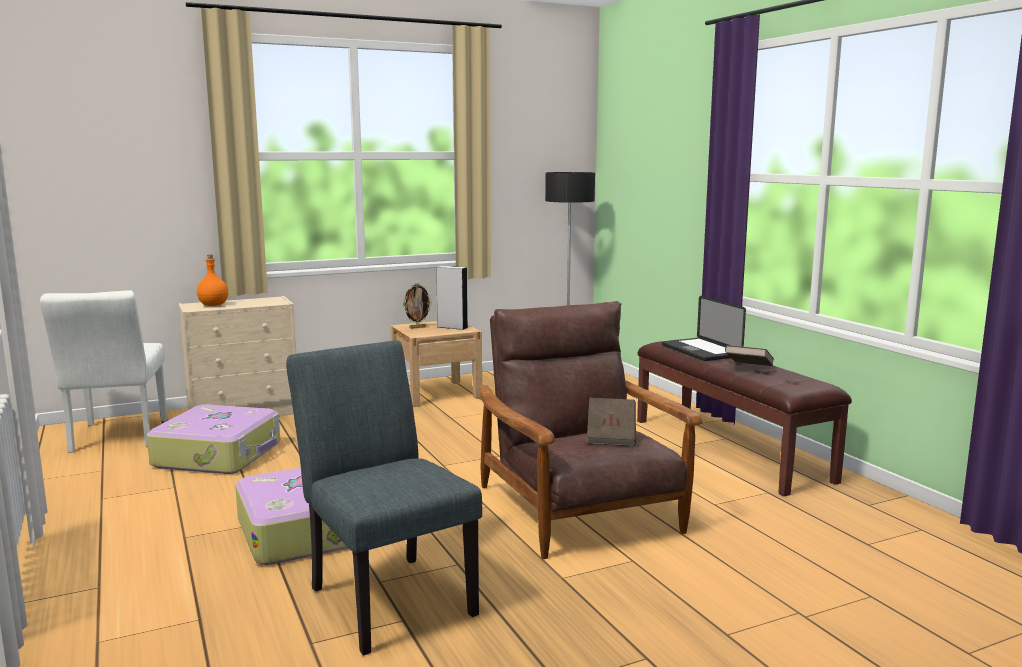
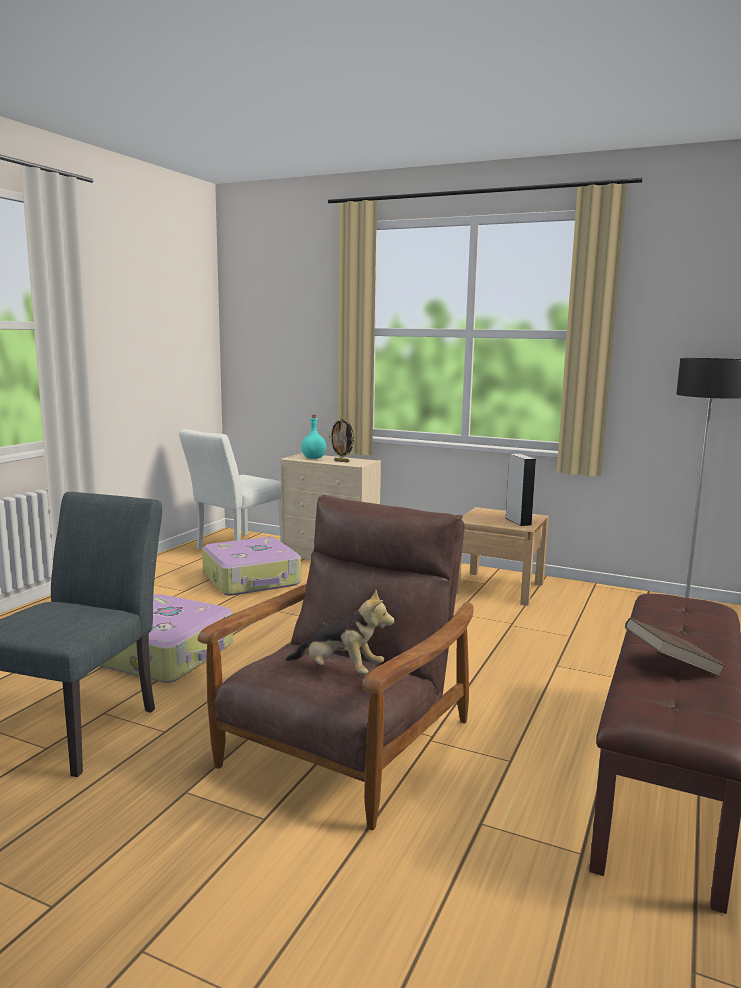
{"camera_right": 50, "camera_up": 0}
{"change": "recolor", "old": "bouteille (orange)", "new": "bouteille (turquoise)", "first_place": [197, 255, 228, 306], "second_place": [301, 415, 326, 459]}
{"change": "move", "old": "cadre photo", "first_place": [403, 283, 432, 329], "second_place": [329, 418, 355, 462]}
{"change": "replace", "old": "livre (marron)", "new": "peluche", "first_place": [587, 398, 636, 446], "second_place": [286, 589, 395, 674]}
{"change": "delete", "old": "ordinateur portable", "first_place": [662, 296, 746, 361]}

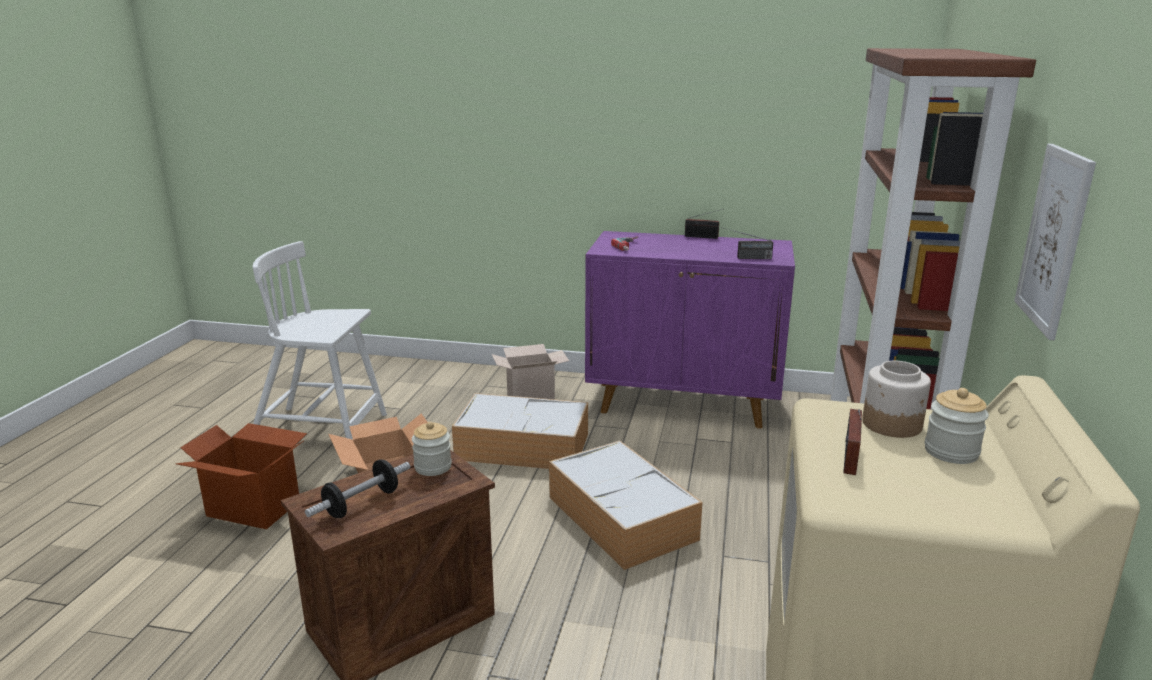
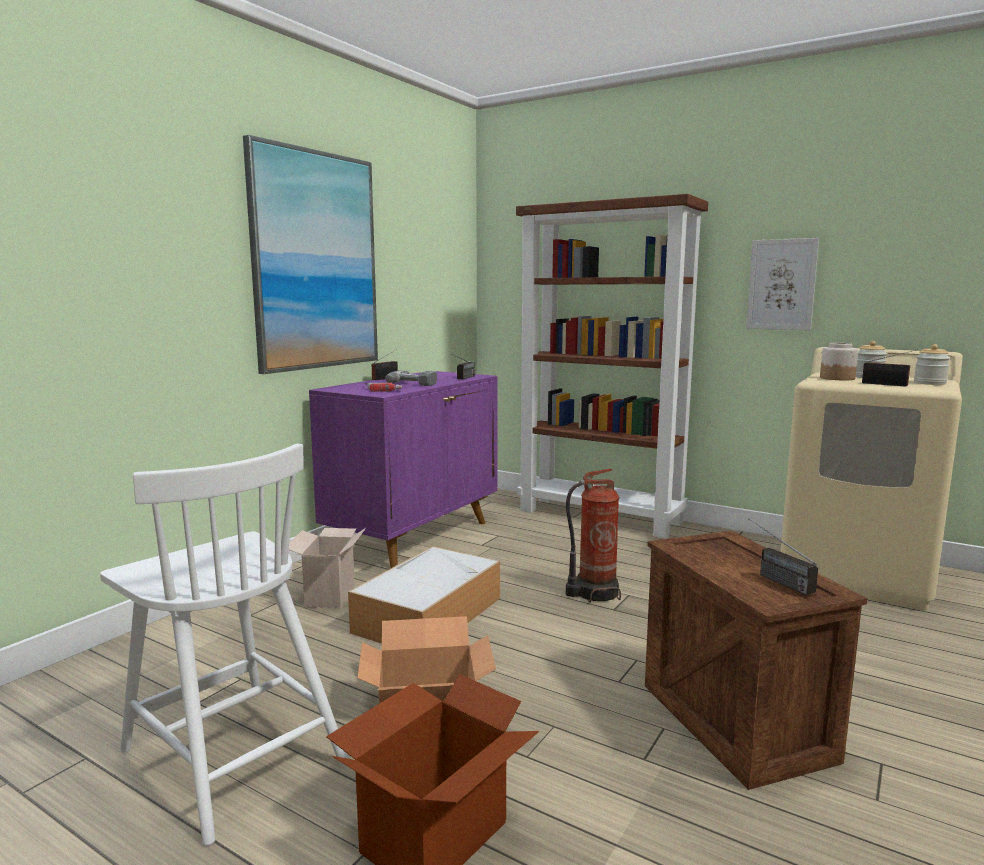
{"camera_right": -70, "camera_up": -10}
{"change": "rotate", "old": "chaise (blanc)", "first_place": [253, 241, 387, 440], "second_place": [100, 443, 349, 846], "degrees": -75}
{"change": "replace", "old": "haltère", "new": "radio", "first_place": [305, 459, 410, 518], "second_place": [749, 519, 818, 595]}
{"change": "move", "old": "bocal", "first_place": [412, 422, 452, 476], "second_place": [914, 344, 950, 385]}
{"change": "replace", "old": "boîte de rangement", "new": "extincteur", "first_place": [549, 440, 703, 570], "second_place": [566, 469, 621, 602]}
{"change": "insert", "new": "tableau", "second_place": [243, 135, 378, 374]}
{"change": "insert", "new": "perceuse", "second_place": [385, 370, 437, 386]}

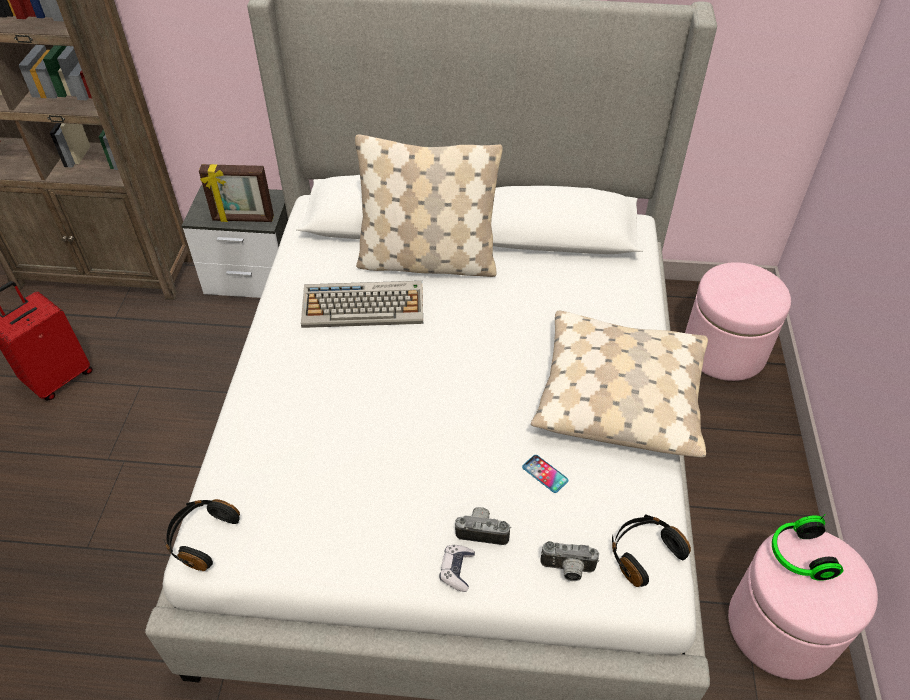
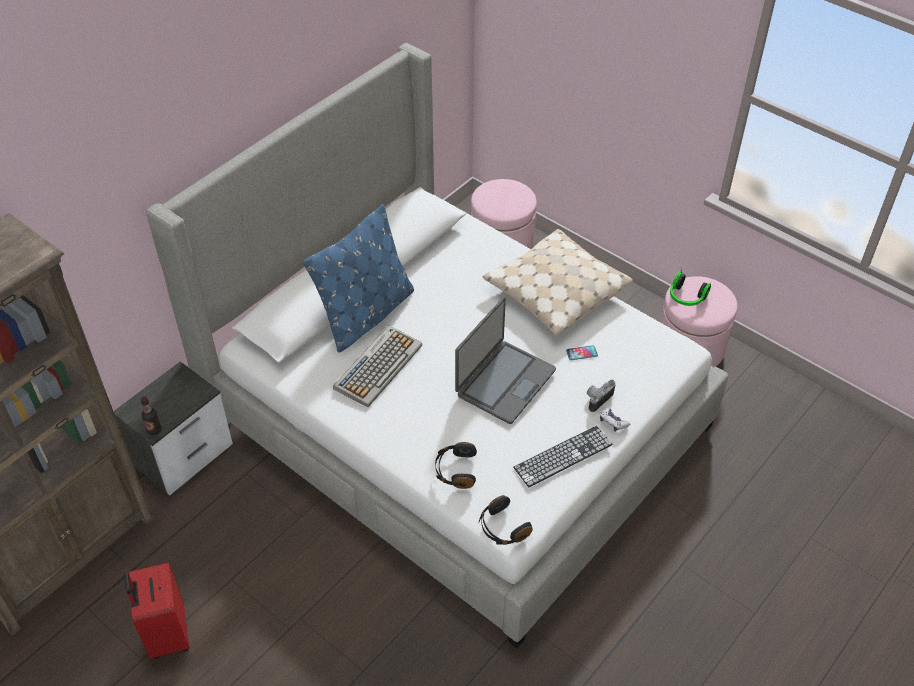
{"camera_right": -55, "camera_up": 0}
{"change": "delete", "old": "cadre photo", "first_place": [199, 164, 274, 222]}
{"change": "recolor", "old": "coussin (beige)", "new": "coussin (bleu)", "first_place": [355, 134, 503, 277], "second_place": [303, 204, 414, 352]}
{"change": "delete", "old": "appareil photo", "first_place": [540, 541, 599, 581]}
{"change": "move", "old": "casque audio (noir)", "first_place": [612, 515, 691, 587], "second_place": [435, 442, 477, 489]}
{"change": "insert", "new": "bouteille", "second_place": [141, 397, 162, 435]}
{"change": "insert", "new": "ordinateur portable", "second_place": [455, 297, 556, 424]}
{"change": "insert", "new": "clavier", "second_place": [513, 426, 613, 487]}

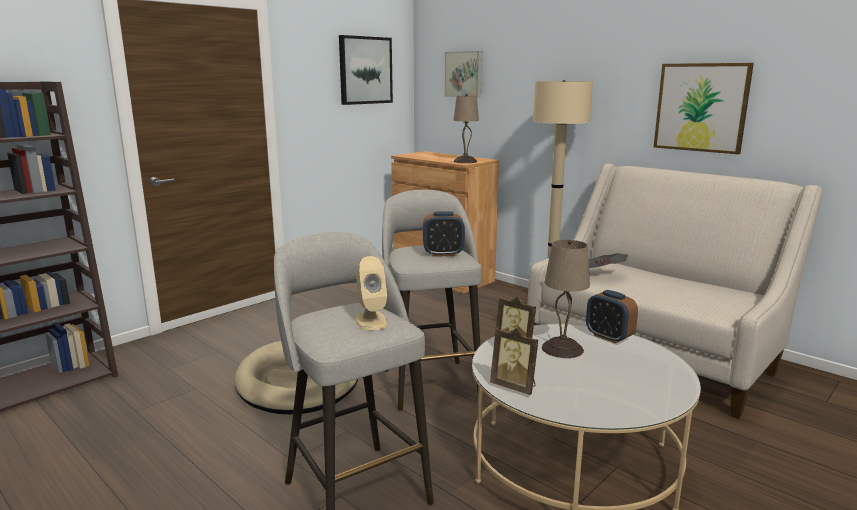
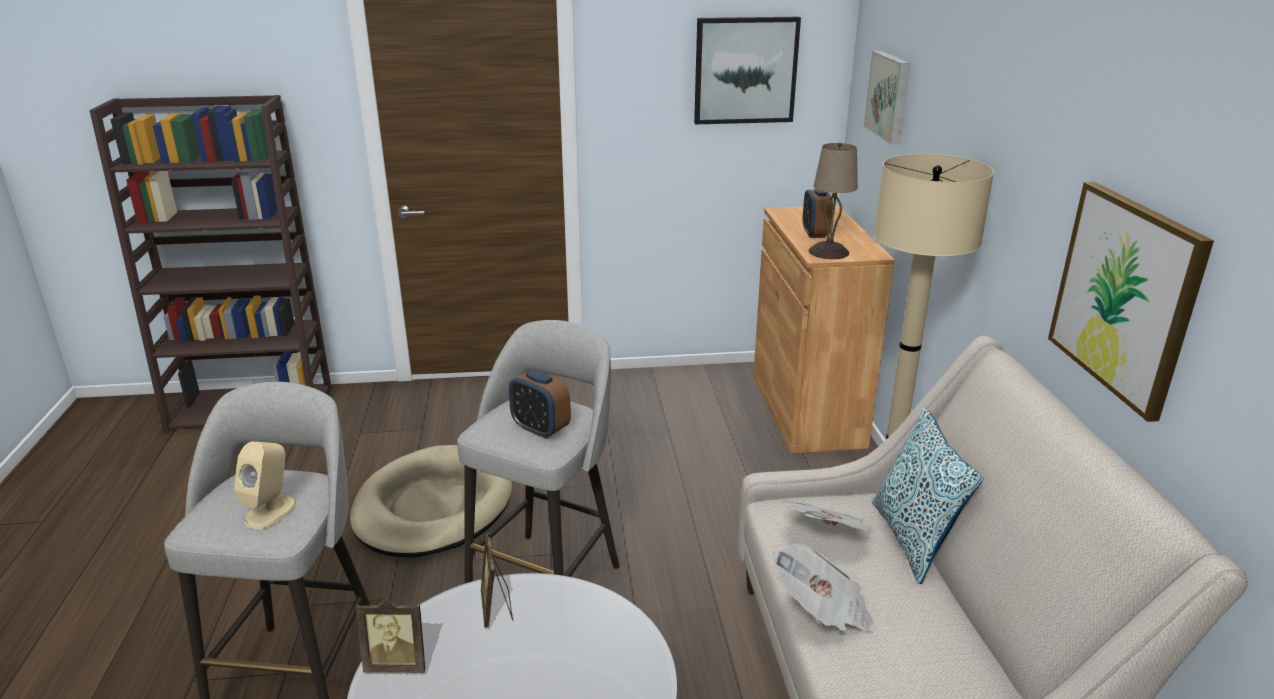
{"camera_right": 40, "camera_up": 10}
{"change": "rotate", "old": "cadre photo", "first_place": [490, 328, 538, 395], "second_place": [356, 599, 425, 673], "degrees": -75}
{"change": "delete", "old": "lampe de table (beige)", "first_place": [542, 240, 590, 358]}
{"change": "move", "old": "réveil", "first_place": [586, 290, 638, 344], "second_place": [802, 188, 833, 238]}
{"change": "insert", "new": "journal", "second_place": [773, 543, 877, 632]}
{"change": "insert", "new": "coussin", "second_place": [872, 407, 984, 584]}

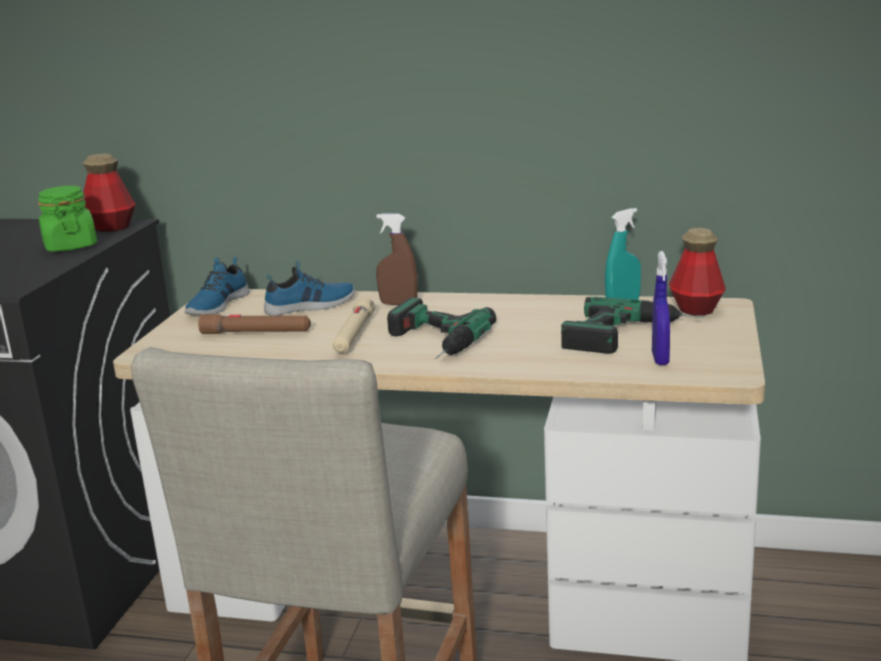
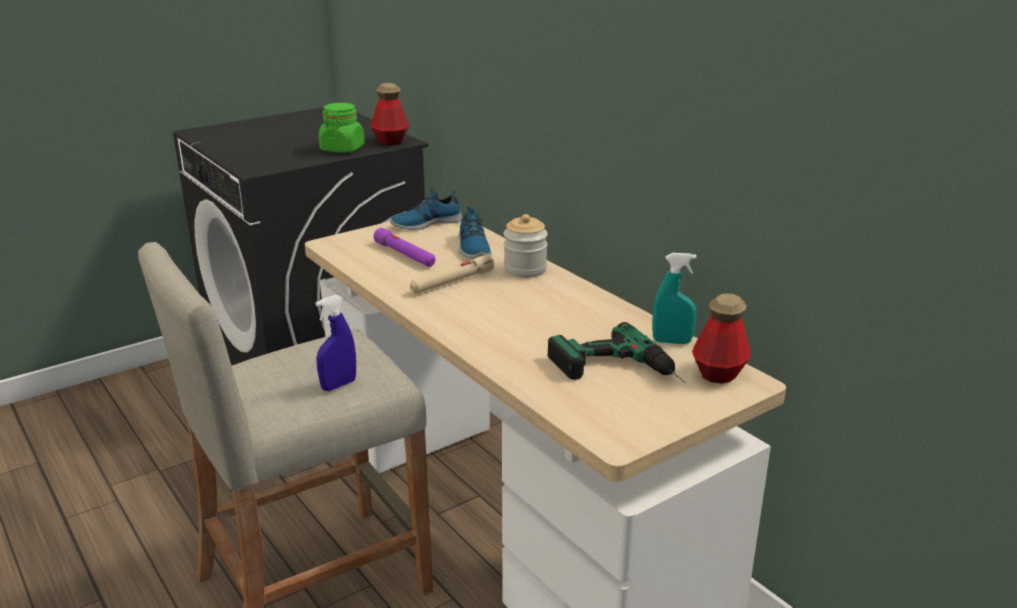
{"camera_right": 40, "camera_up": 5}
{"change": "recolor", "old": "lampe de poche (marron)", "new": "lampe de poche (violet)", "first_place": [198, 314, 311, 334], "second_place": [374, 228, 436, 267]}
{"change": "rotate", "old": "chaussure", "first_place": [264, 261, 355, 316], "second_place": [458, 205, 492, 258], "degrees": 60}
{"change": "replace", "old": "vaporisateur (marron)", "new": "bocal", "first_place": [376, 213, 418, 305], "second_place": [503, 214, 548, 278]}
{"change": "delete", "old": "perceuse", "first_place": [387, 298, 496, 360]}
{"change": "move", "old": "vaporisateur (bleu)", "first_place": [652, 251, 670, 365], "second_place": [315, 295, 356, 391]}

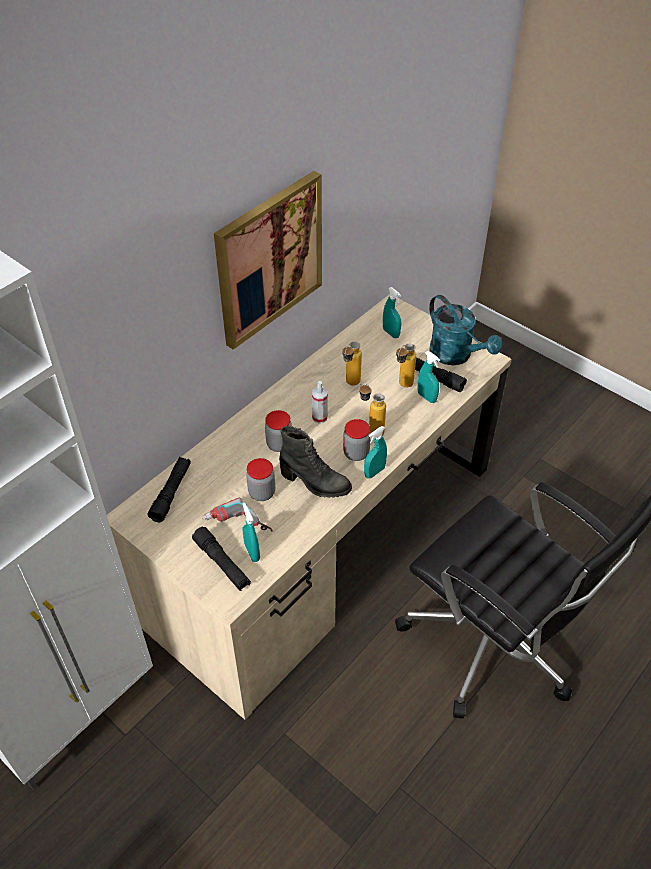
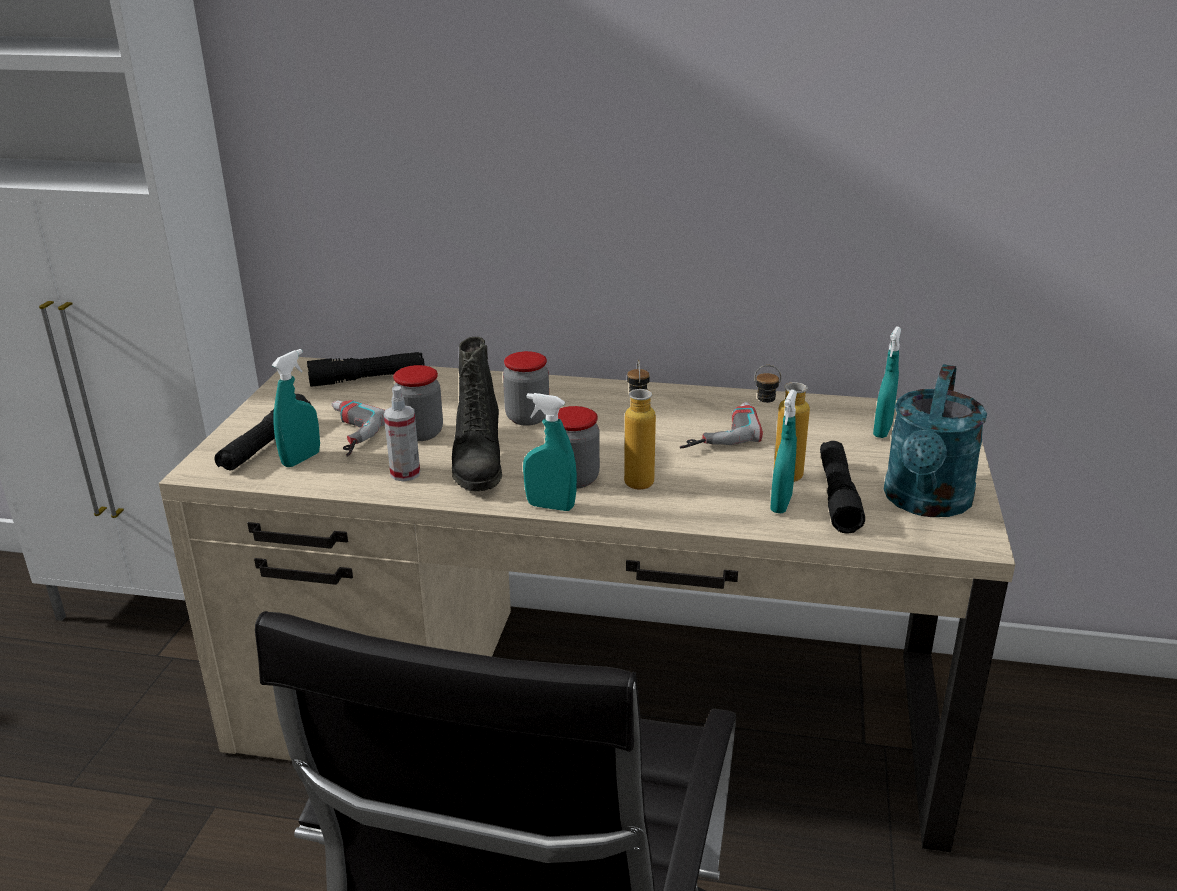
{"camera_right": 60, "camera_up": -20}
{"change": "delete", "old": "tableau", "first_place": [214, 171, 322, 350]}
{"change": "move", "old": "vaporisateur", "first_place": [312, 381, 328, 423], "second_place": [384, 386, 420, 482]}
{"change": "replace", "old": "bouteille", "new": "perceuse", "first_place": [342, 341, 362, 386], "second_place": [680, 402, 763, 448]}

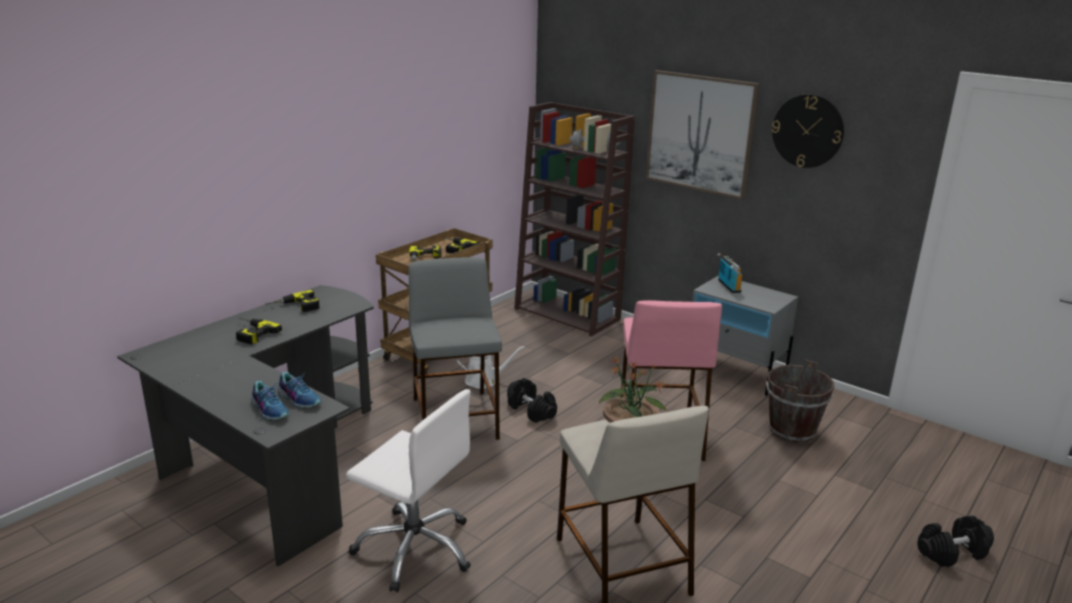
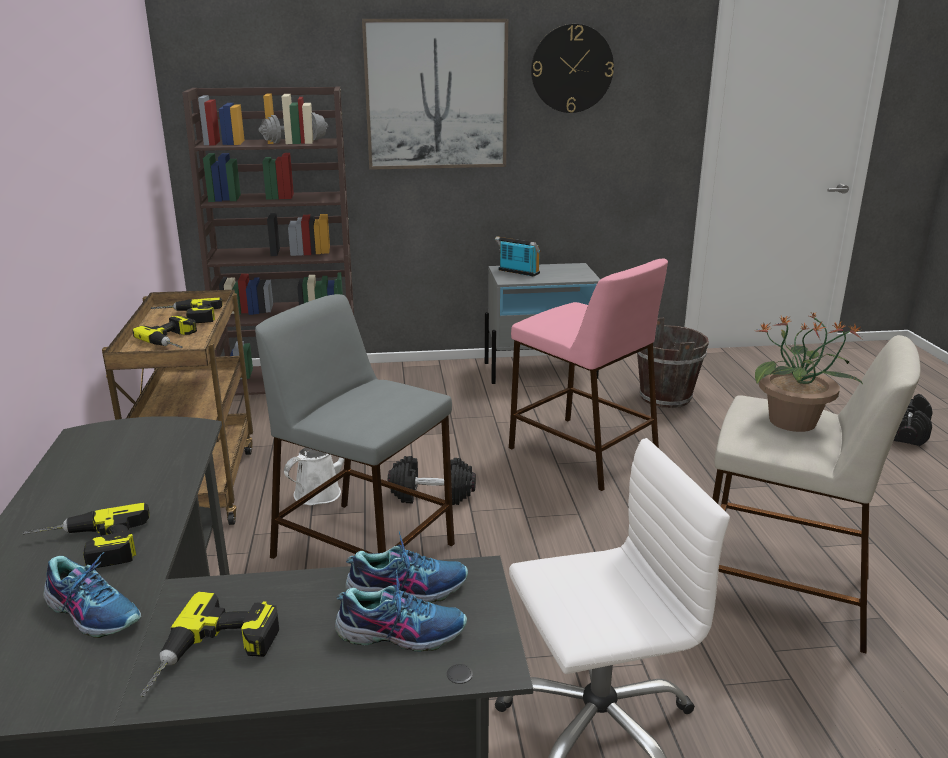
{"camera_right": -45, "camera_up": 0}
{"change": "move", "old": "perceuse", "first_place": [265, 290, 320, 312], "second_place": [140, 592, 279, 697]}
{"change": "insert", "new": "chaussure", "second_place": [43, 552, 141, 638]}

